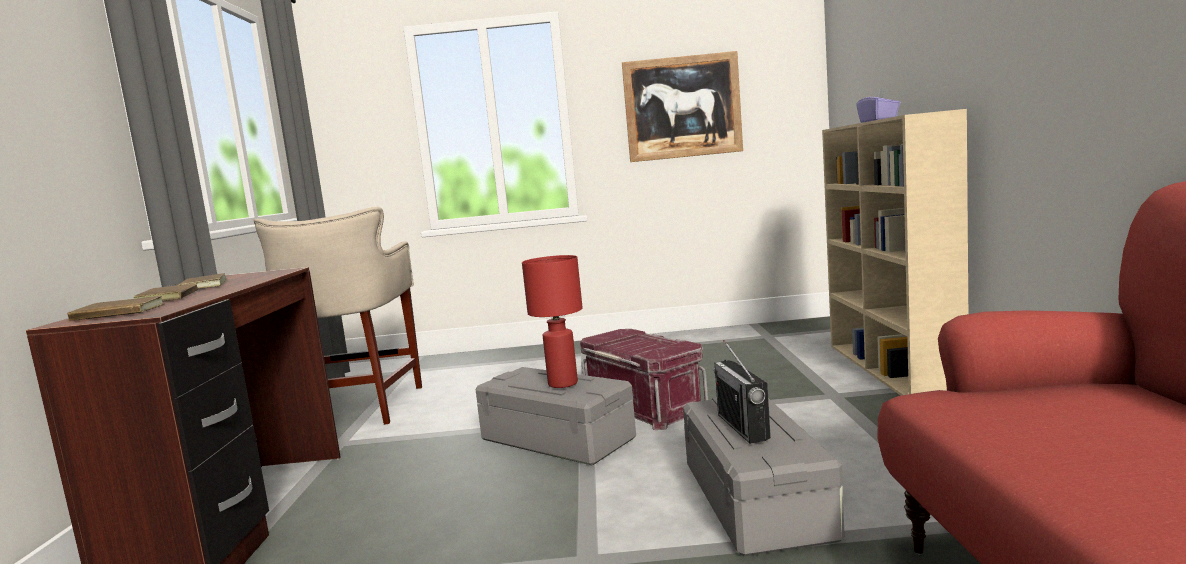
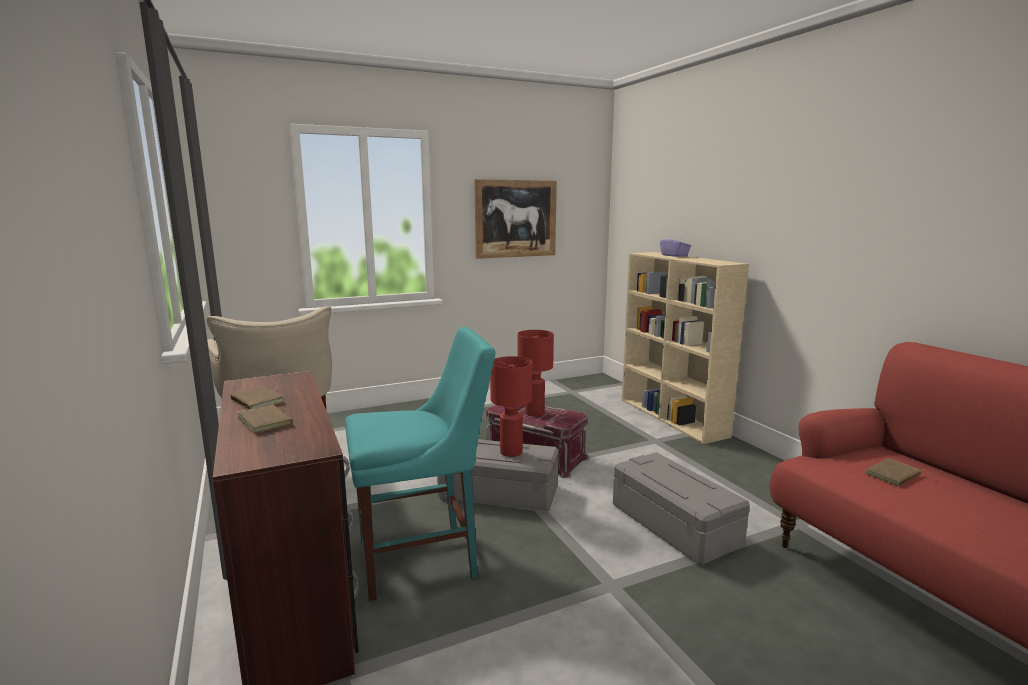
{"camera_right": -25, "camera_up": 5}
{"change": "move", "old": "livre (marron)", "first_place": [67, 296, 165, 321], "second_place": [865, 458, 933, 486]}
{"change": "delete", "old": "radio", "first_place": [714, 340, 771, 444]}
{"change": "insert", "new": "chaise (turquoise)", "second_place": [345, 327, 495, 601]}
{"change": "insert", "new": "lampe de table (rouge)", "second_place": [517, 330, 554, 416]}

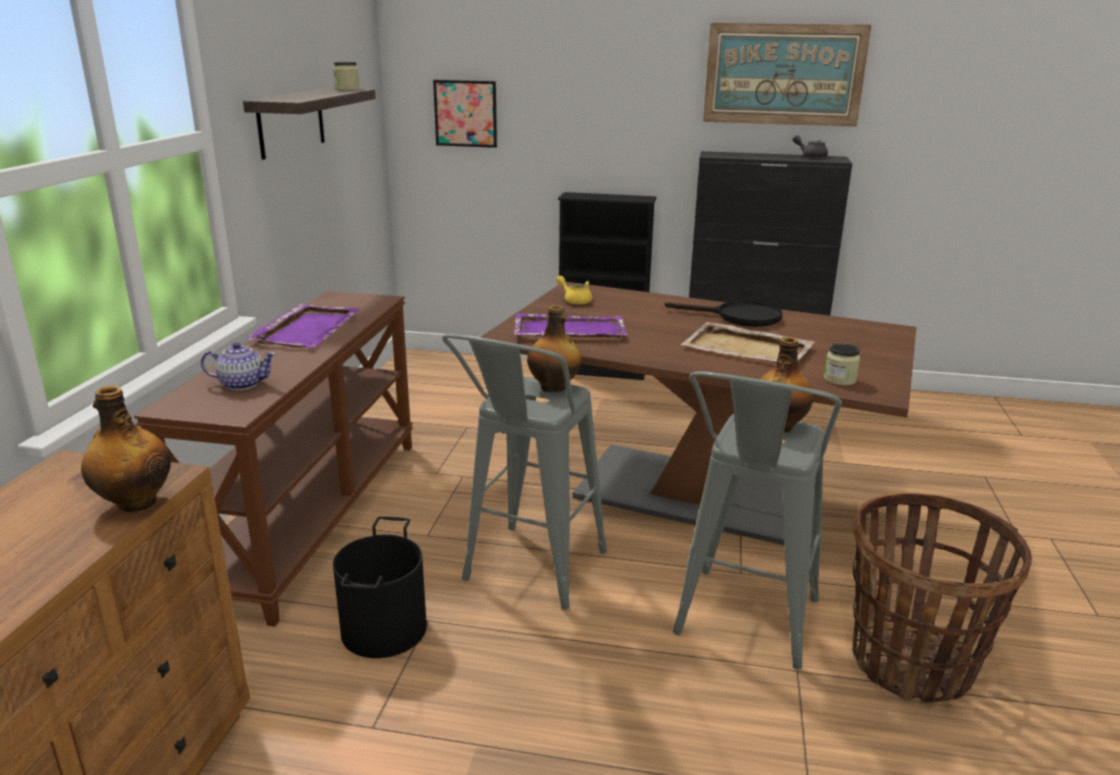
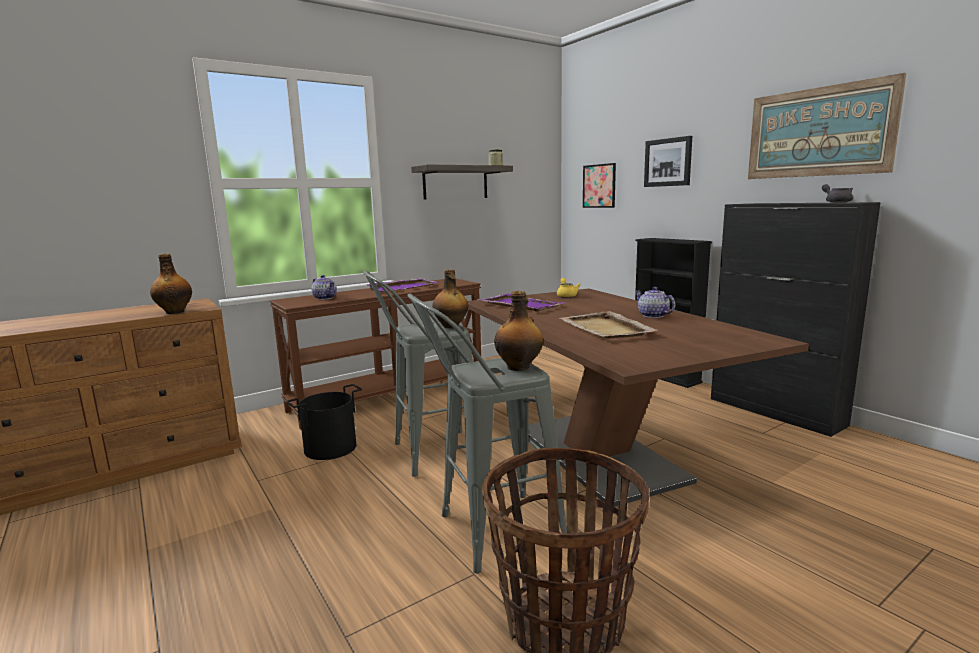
{"camera_right": 45, "camera_up": -10}
{"change": "replace", "old": "poêle (noir)", "new": "théière", "first_place": [665, 301, 783, 327], "second_place": [635, 287, 675, 318]}
{"change": "delete", "old": "bocal", "first_place": [824, 343, 860, 385]}
{"change": "insert", "new": "tableau", "second_place": [644, 136, 692, 187]}

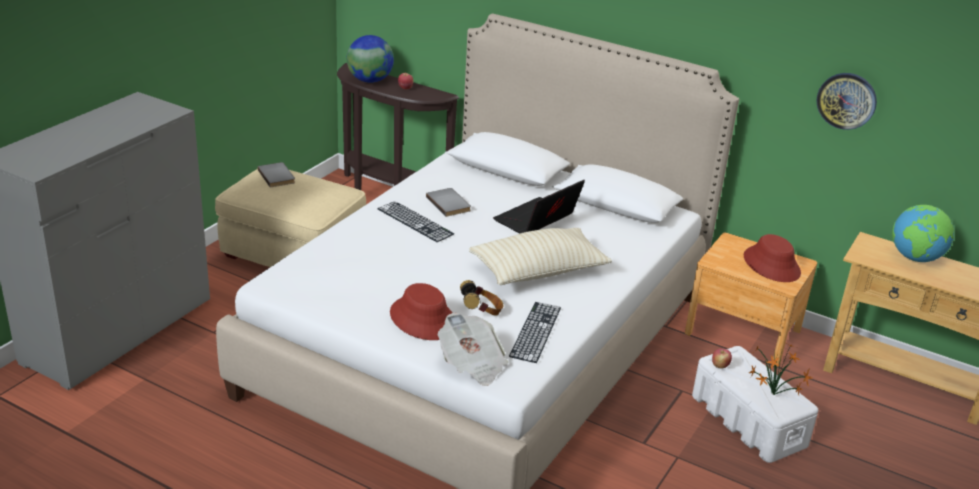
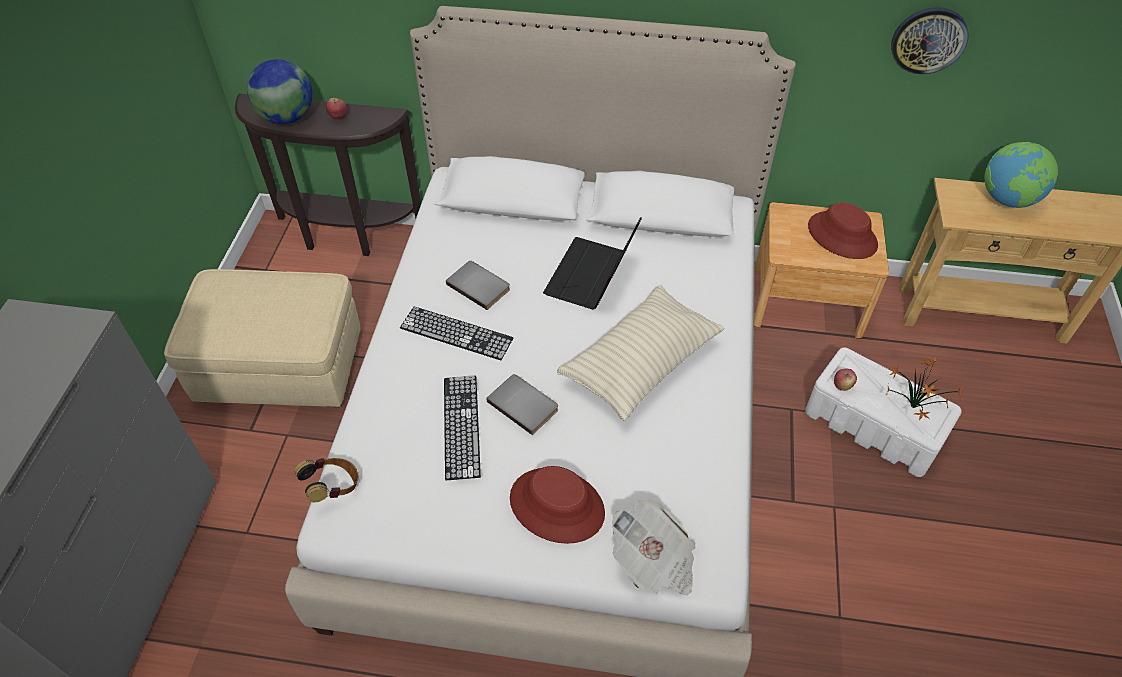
{"camera_right": -20, "camera_up": 20}
{"change": "move", "old": "livre (gris)", "first_place": [258, 162, 295, 188], "second_place": [487, 374, 558, 435]}
{"change": "move", "old": "casque audio", "first_place": [460, 280, 503, 316], "second_place": [294, 458, 359, 502]}
{"change": "move", "old": "clavier", "first_place": [509, 302, 561, 363], "second_place": [444, 375, 481, 480]}

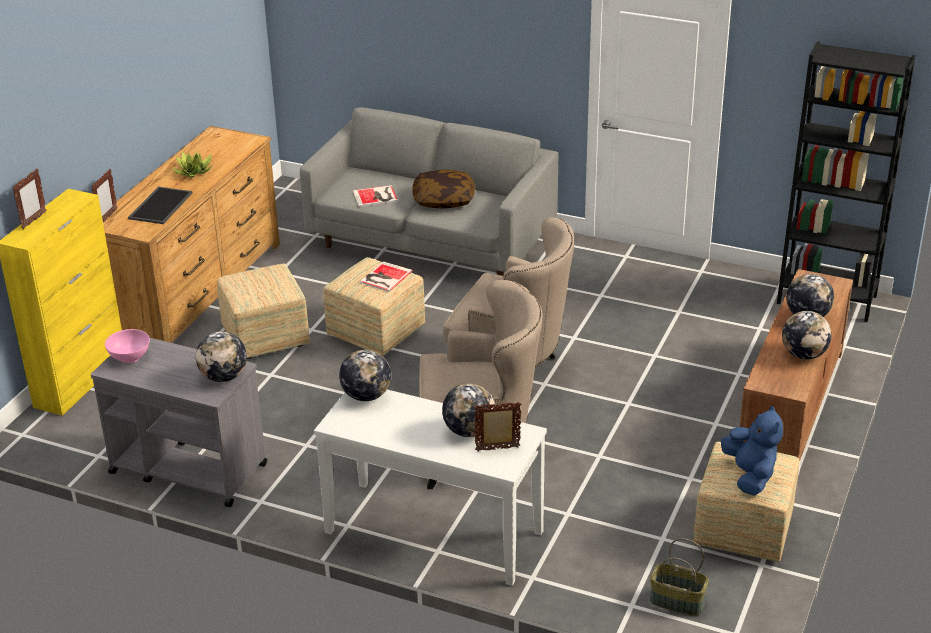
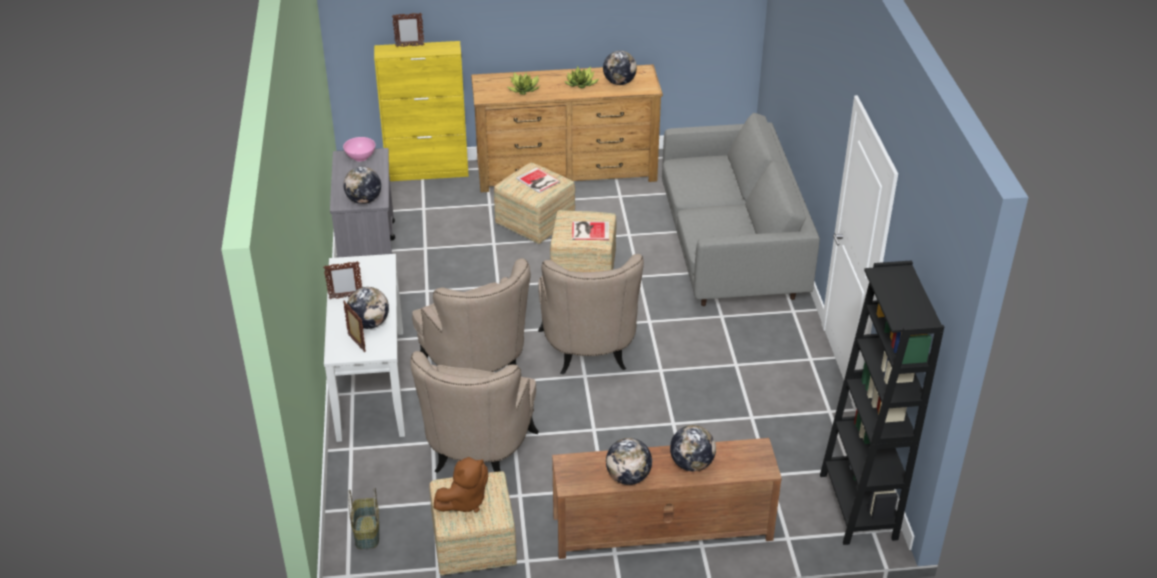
{"camera_right": 60, "camera_up": 5}
{"change": "move", "old": "cadre photo", "first_place": [91, 169, 118, 222], "second_place": [323, 261, 362, 299]}
{"change": "replace", "old": "plateau", "new": "plante en pot", "first_place": [128, 187, 192, 224], "second_place": [508, 72, 540, 95]}
{"change": "move", "old": "globe", "first_place": [339, 349, 391, 401], "second_place": [603, 51, 637, 85]}
{"change": "move", "old": "livre", "first_place": [353, 185, 398, 207], "second_place": [516, 167, 560, 193]}
{"change": "delete", "old": "coussin", "first_place": [412, 170, 475, 209]}
{"change": "recolor", "old": "peluche (bleu)", "new": "peluche (marron)", "first_place": [721, 405, 783, 496], "second_place": [434, 457, 488, 512]}
{"change": "insert", "new": "fauteuil (beige)", "second_place": [410, 351, 539, 473]}

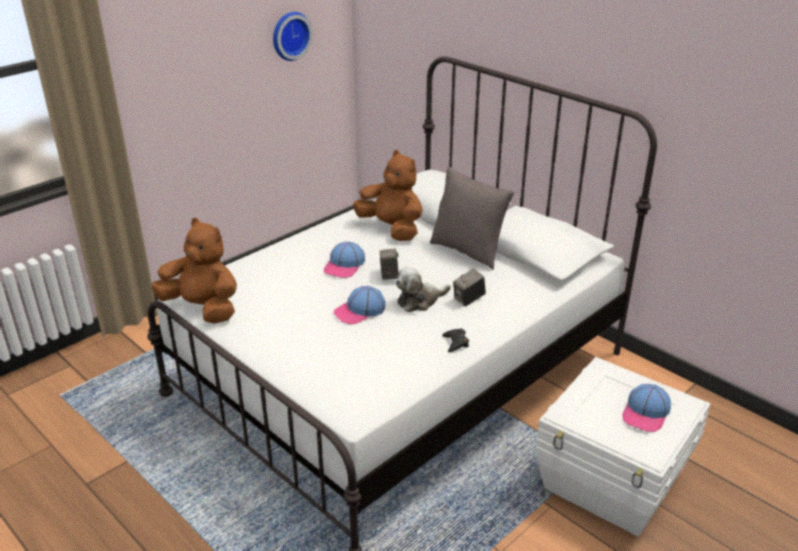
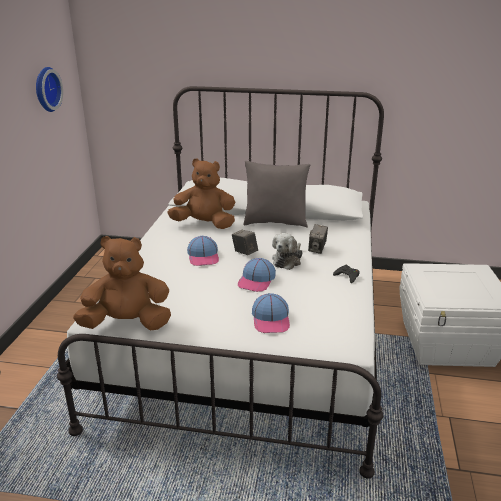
{"camera_right": -35, "camera_up": -5}
{"change": "move", "old": "casquette", "first_place": [622, 384, 671, 432], "second_place": [252, 293, 290, 333]}

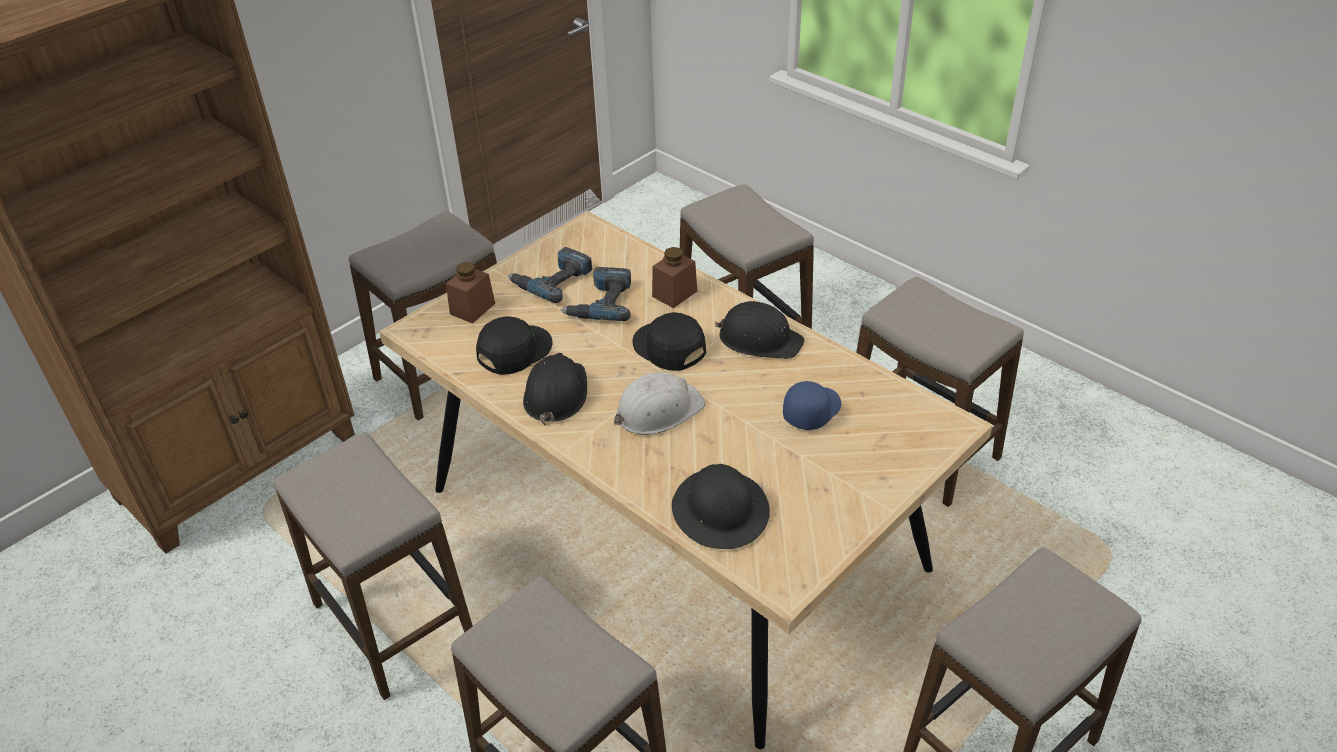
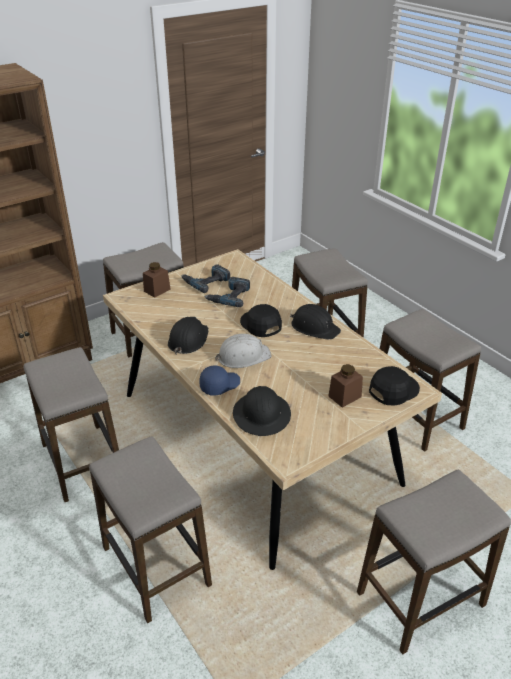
{"camera_right": 10, "camera_up": -5}
{"change": "move", "old": "casquette (noir)", "first_place": [476, 316, 552, 375], "second_place": [369, 366, 420, 406]}
{"change": "move", "old": "bocal (marron)", "first_place": [652, 247, 697, 308], "second_place": [328, 364, 363, 408]}
{"change": "move", "old": "casquette (bleu)", "first_place": [783, 381, 841, 430], "second_place": [199, 366, 240, 396]}

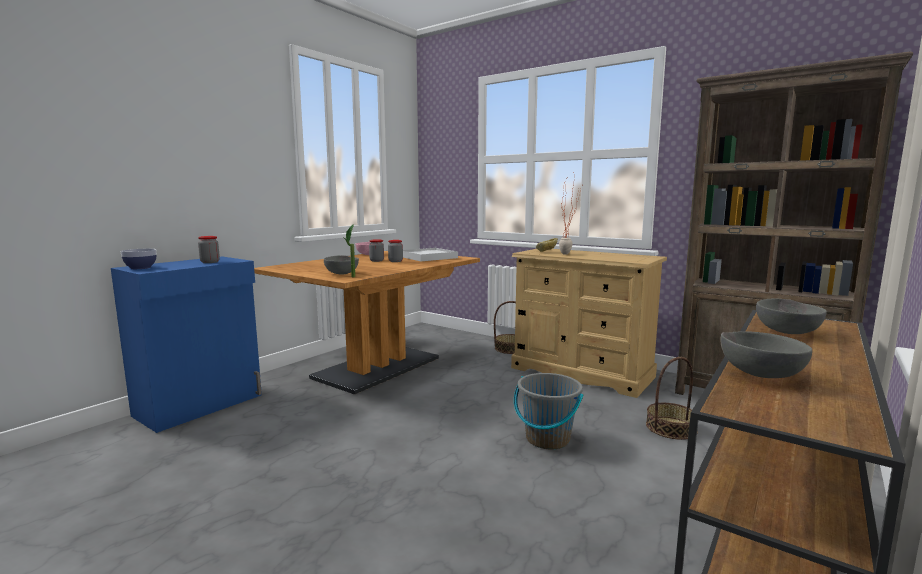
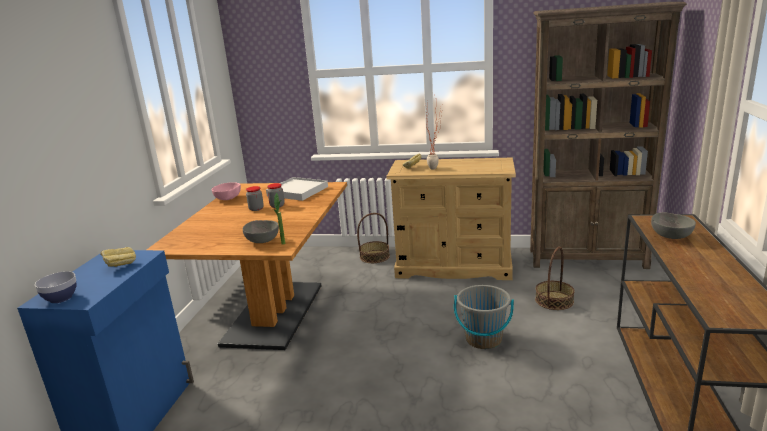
{"camera_right": -25, "camera_up": 10}
{"change": "replace", "old": "bocal", "new": "pain", "first_place": [198, 236, 220, 263], "second_place": [100, 247, 136, 267]}
{"change": "delete", "old": "bol (gris)", "first_place": [720, 332, 812, 378]}

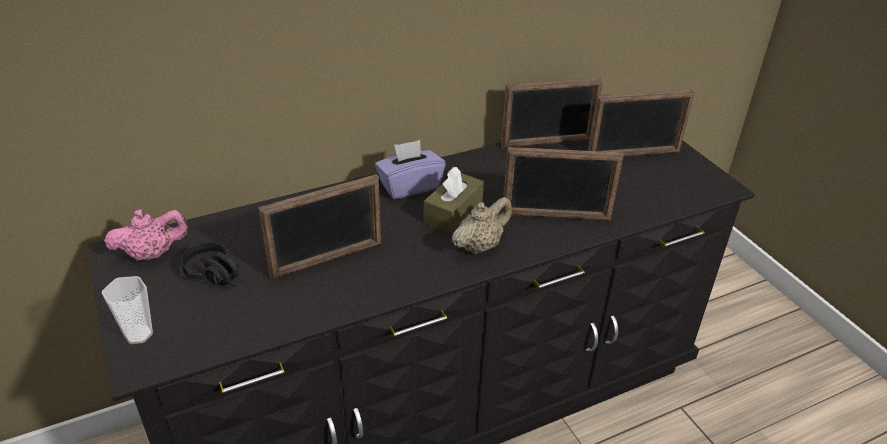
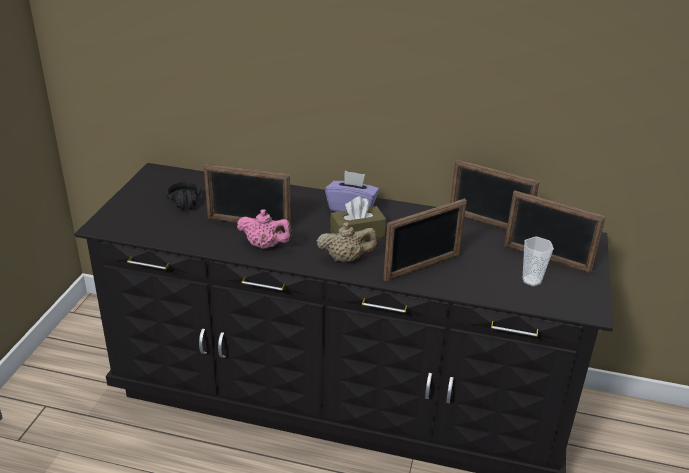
{"camera_right": 40, "camera_up": -5}
{"change": "move", "old": "tasse", "first_place": [102, 276, 153, 344], "second_place": [523, 237, 554, 286]}
{"change": "move", "old": "théière (rose)", "first_place": [104, 209, 188, 261], "second_place": [237, 209, 292, 249]}
{"change": "rotate", "old": "cadre photo", "first_place": [503, 147, 624, 221], "second_place": [383, 199, 467, 281], "degrees": -75}

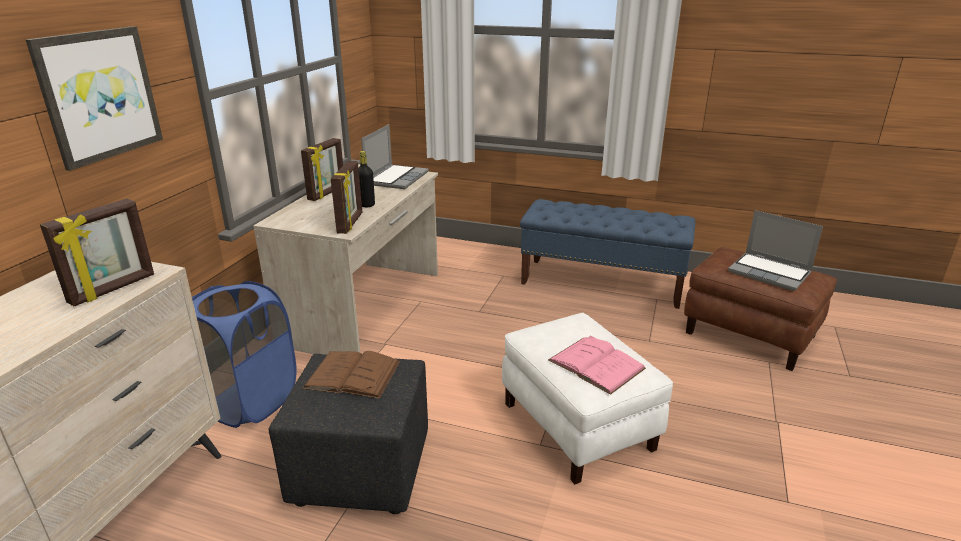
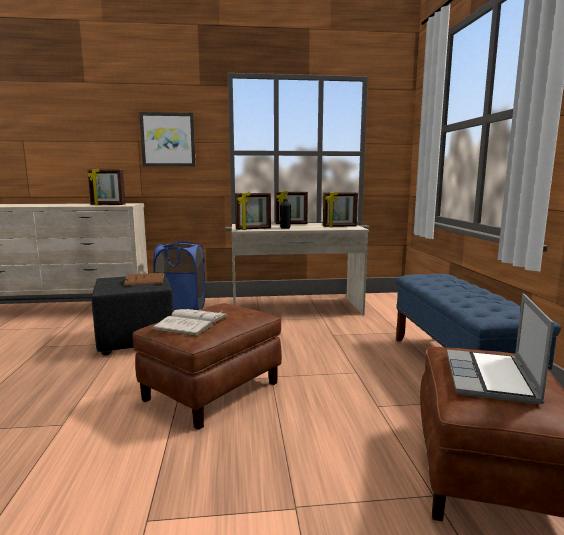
{"camera_right": 65, "camera_up": -15}
{"change": "replace", "old": "ordinateur portable", "new": "cadre photo", "first_place": [361, 124, 429, 189], "second_place": [323, 191, 358, 227]}
{"change": "recolor", "old": "pouf (blanc)", "new": "pouf (marron)", "first_place": [502, 313, 673, 484], "second_place": [133, 303, 282, 430]}
{"change": "recolor", "old": "livre (rose)", "new": "livre (blanc)", "first_place": [548, 335, 646, 395], "second_place": [152, 309, 229, 336]}

